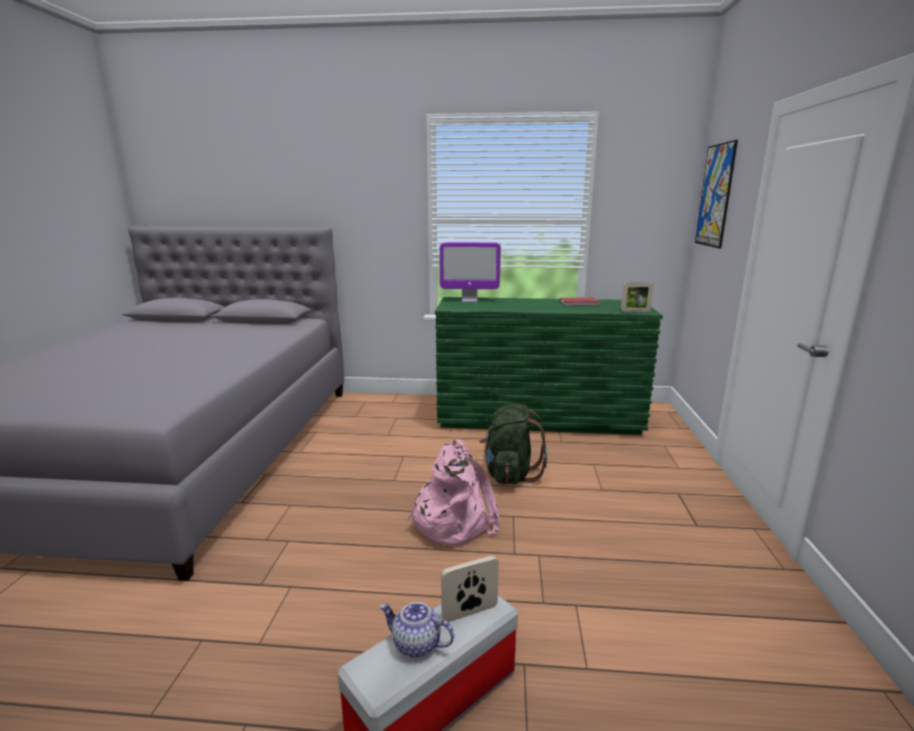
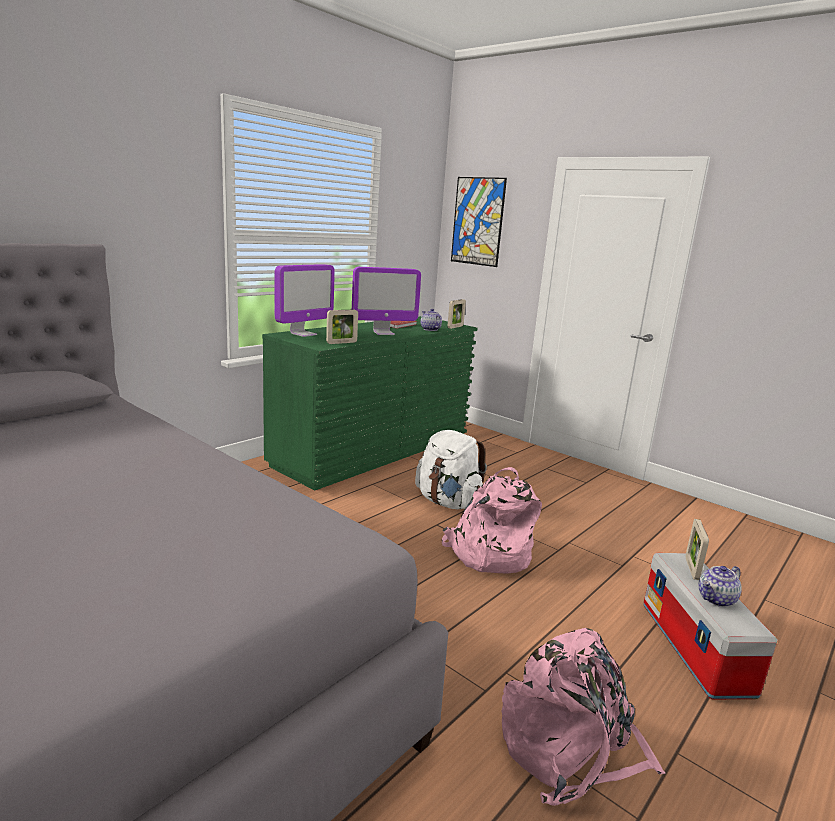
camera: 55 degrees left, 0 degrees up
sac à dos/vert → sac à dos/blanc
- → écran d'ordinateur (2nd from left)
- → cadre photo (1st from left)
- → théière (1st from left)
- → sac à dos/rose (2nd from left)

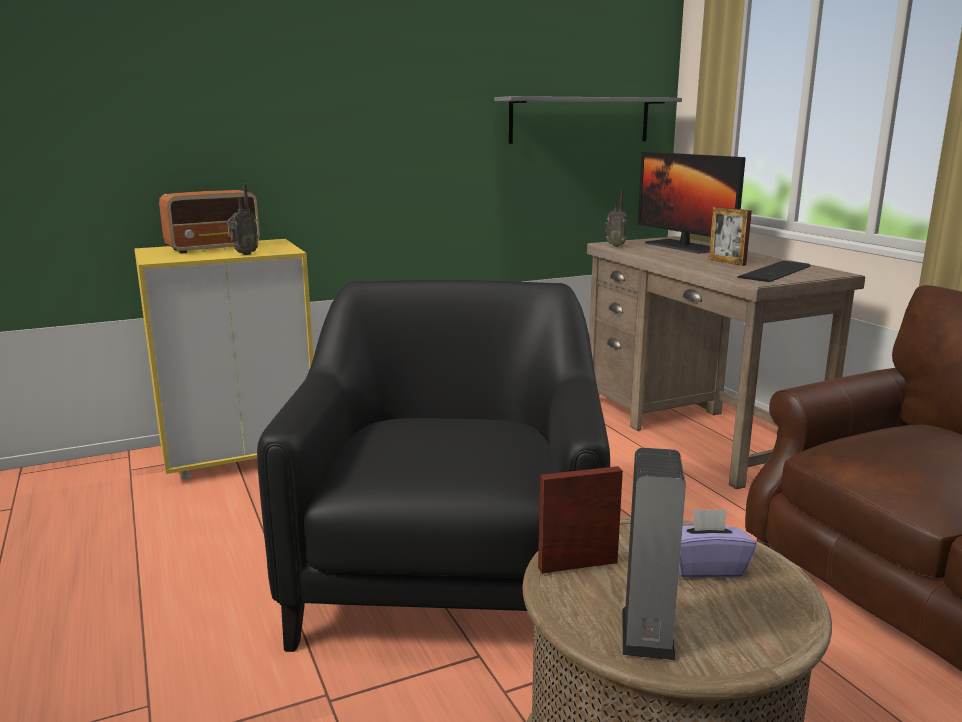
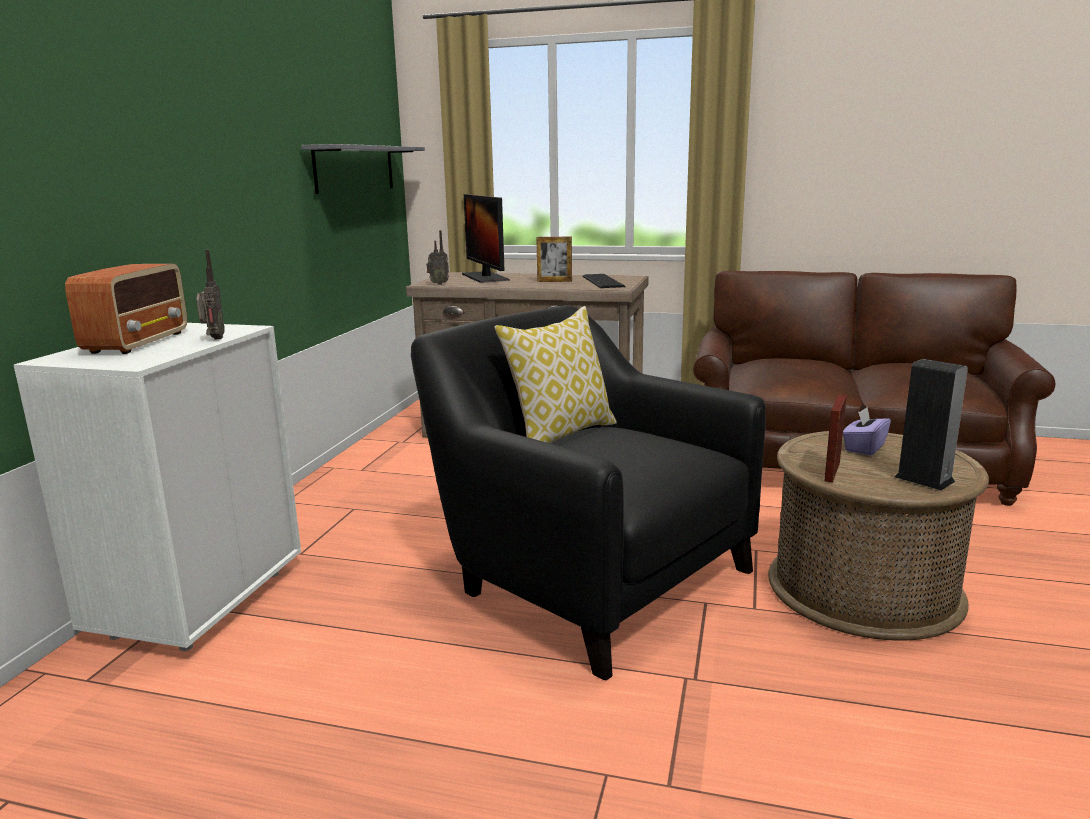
camera: 50 degrees left, 0 degrees up
écran d'ordinateur, 60 degrees clockwise
meuble de rangement/jaune → meuble de rangement/blanc
- → coussin

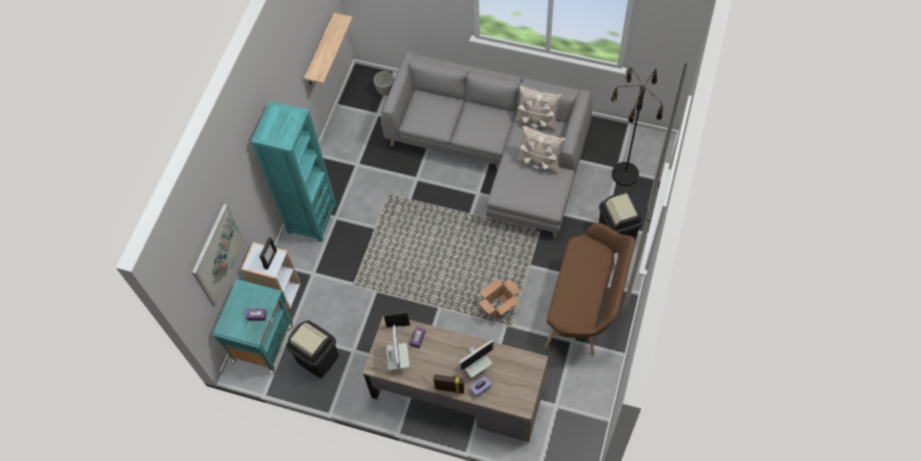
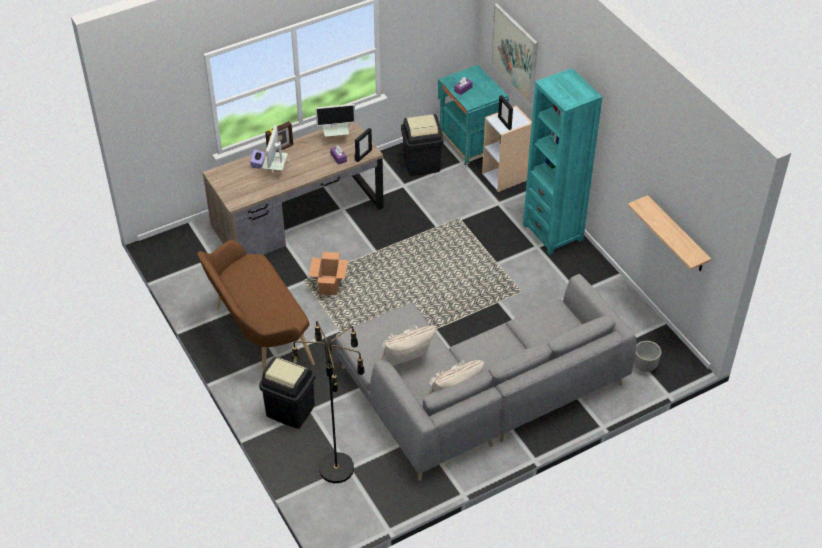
camera: 130 degrees right, 15 degrees down
écran d'ordinateur (1st from left in the first image) → écran d'ordinateur (2nd from left), 45 degrees counterclockwise

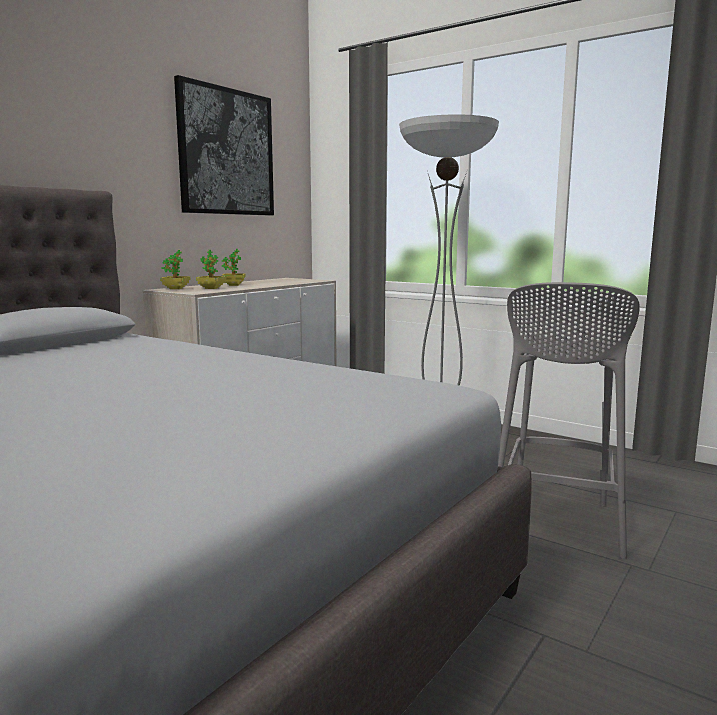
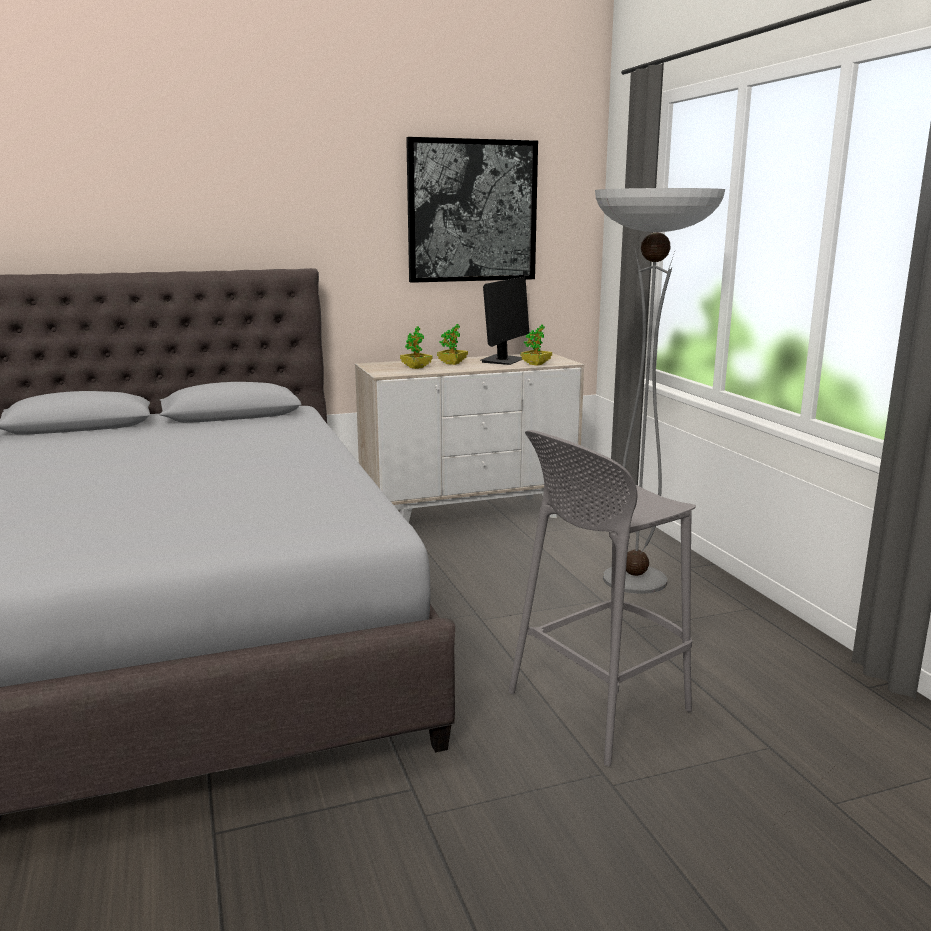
camera: 35 degrees right, 5 degrees up
plante en pot (1st from left in the first image) → plante en pot (3rd from left), moved
- → écran d'ordinateur

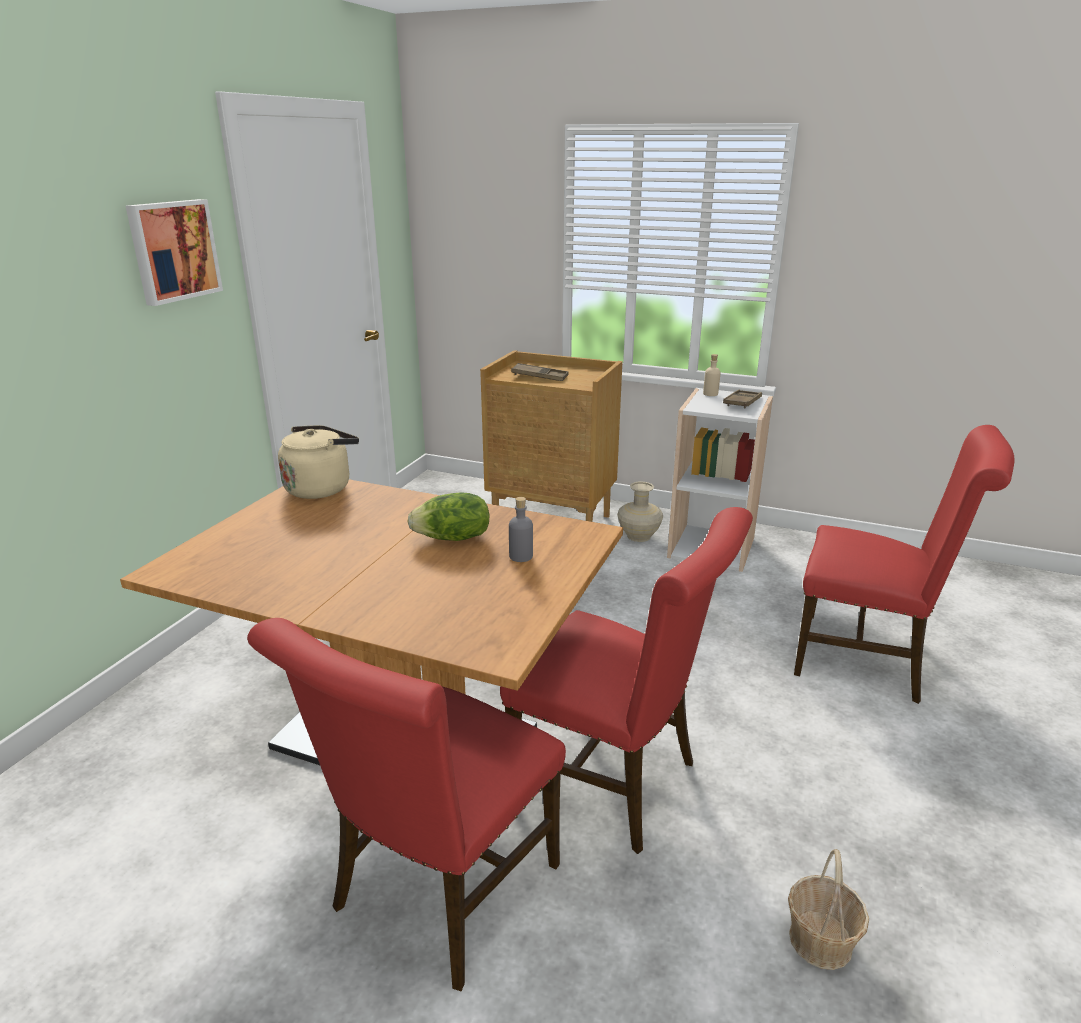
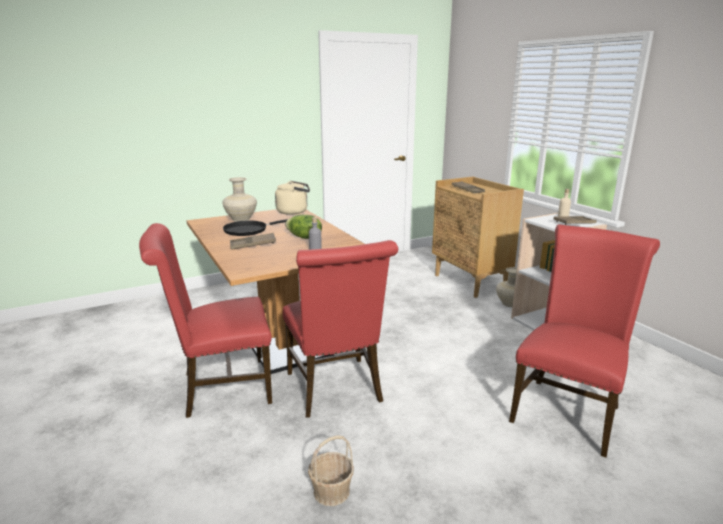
camera: 40 degrees right, 5 degrees down
tableau → -
chaise/rouge (3rd from left), 120 degrees counterclockwise
- → vase/beige (1st from left)
- → poêle/noir
- → plateau/marron (1st from left)

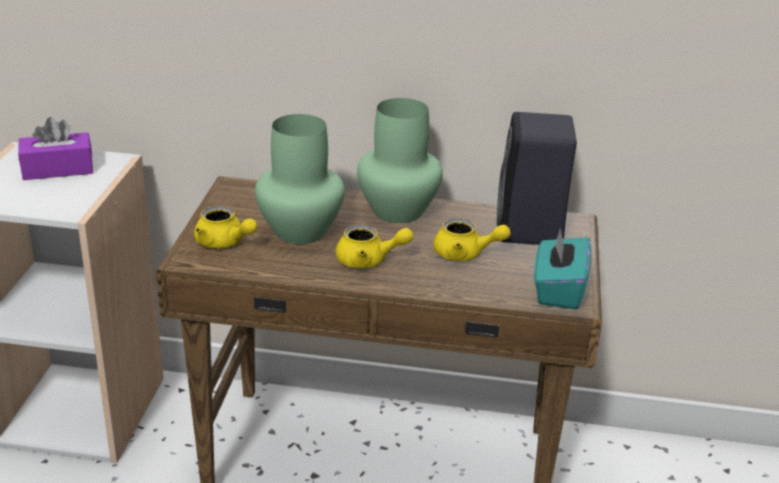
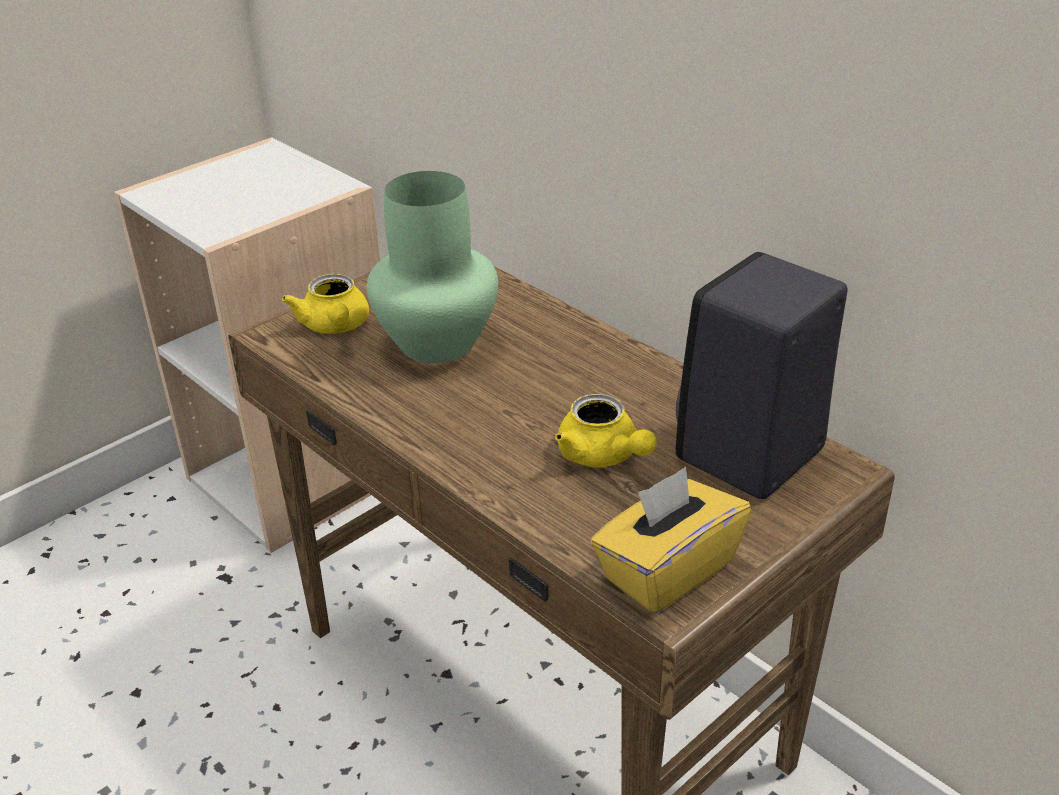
camera: 40 degrees right, 5 degrees up
vase/vert (2nd from left) → -
boîte à mouchoirs/violet → -
théière/jaune (2nd from left) → -
boîte à mouchoirs/turquoise → boîte à mouchoirs/jaune

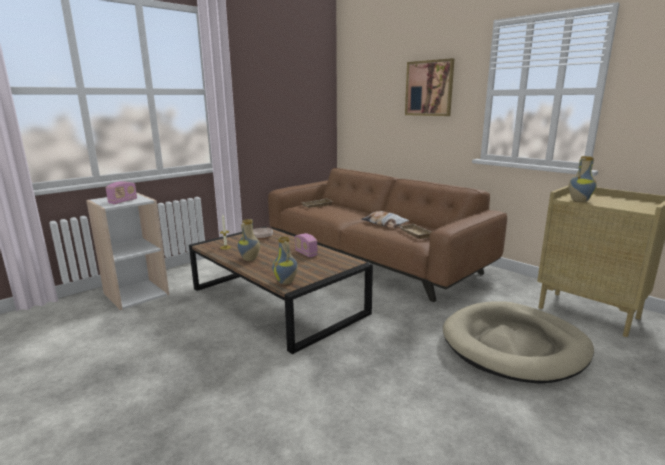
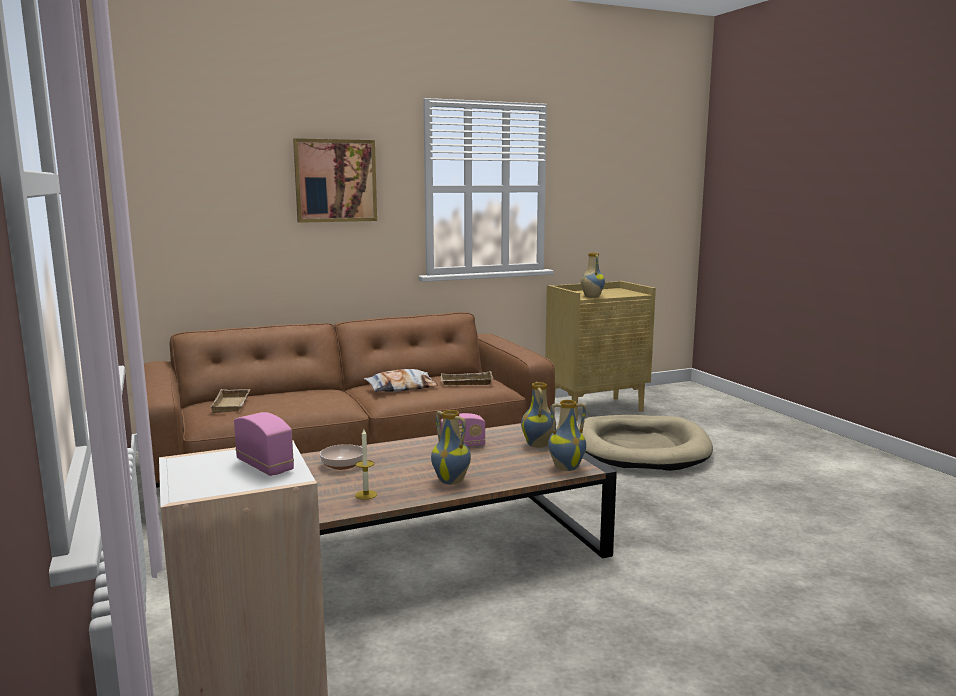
camera: 70 degrees left, 5 degrees down
- → vase (2nd from left)

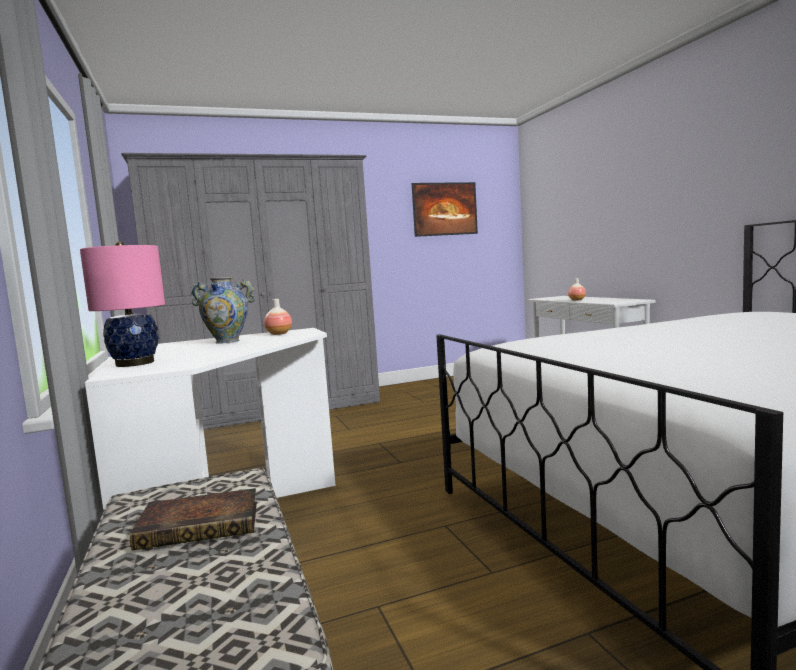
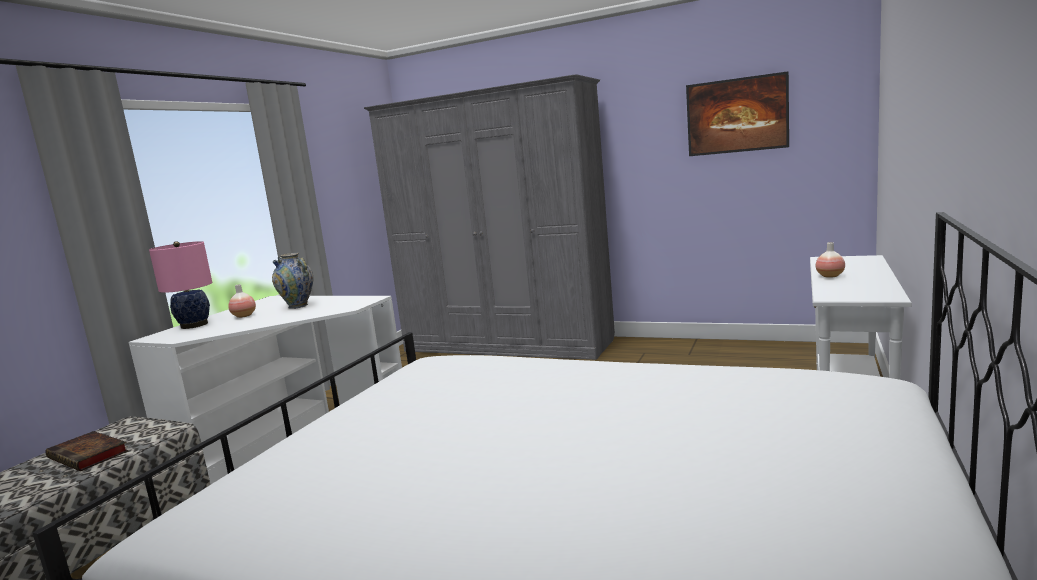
camera: 45 degrees right, 5 degrees up
vase (2nd from left in the first image) → vase (1st from left), moved

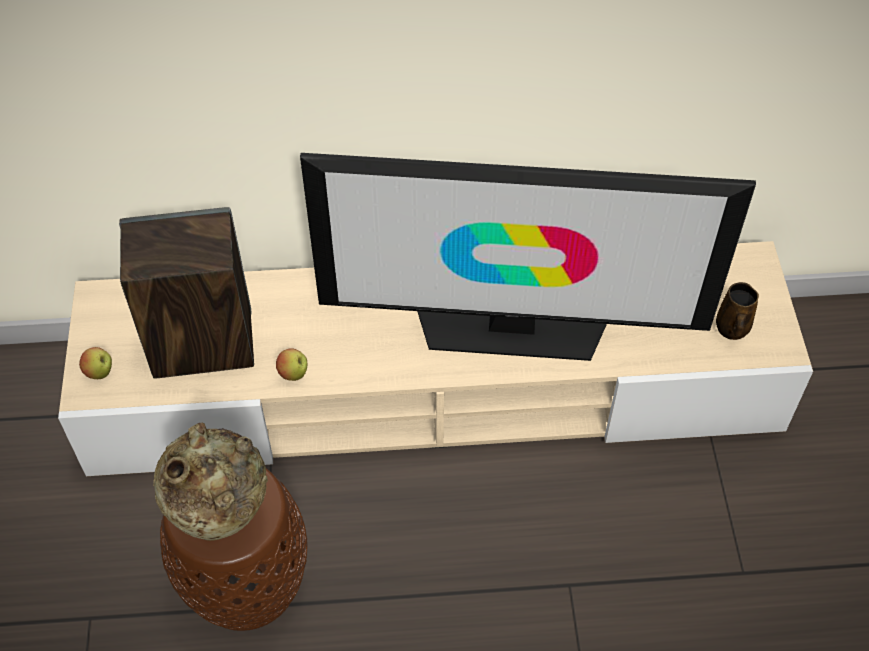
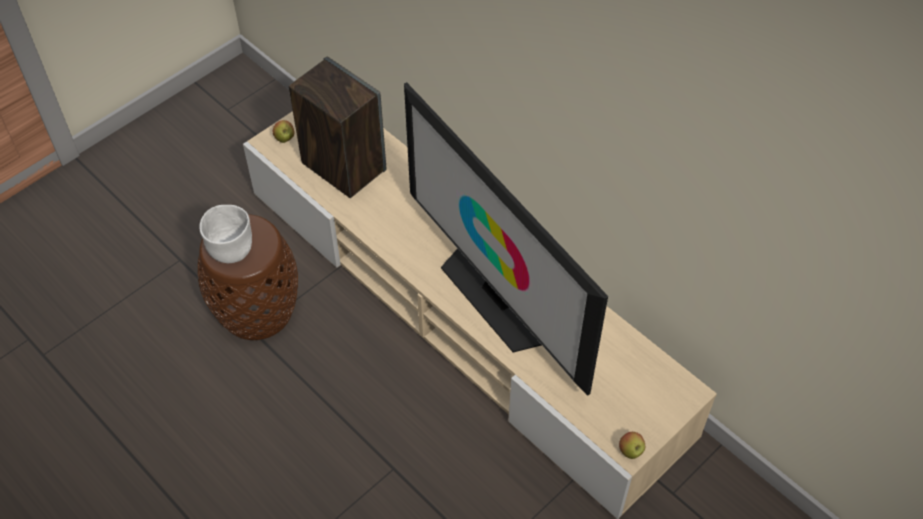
camera: 50 degrees right, 0 degrees up
mug/marron → -
pomme (2nd from left), moved
vase/beige → bol/blanc

